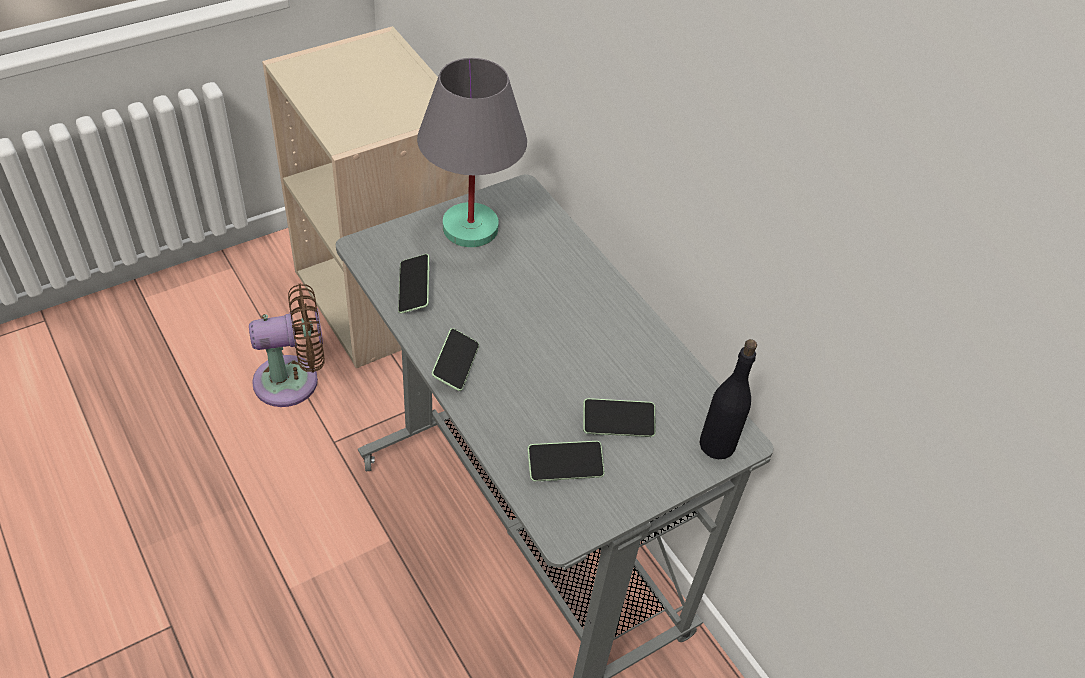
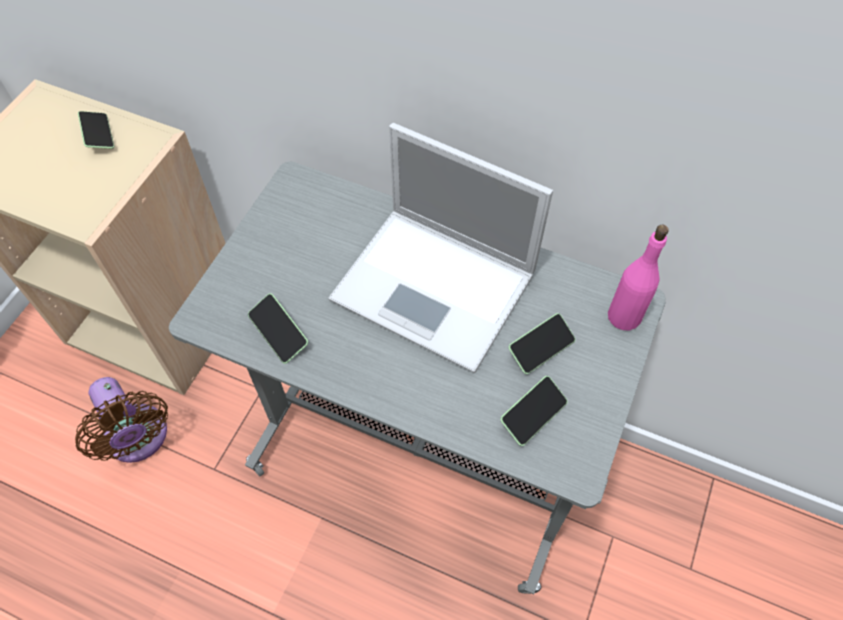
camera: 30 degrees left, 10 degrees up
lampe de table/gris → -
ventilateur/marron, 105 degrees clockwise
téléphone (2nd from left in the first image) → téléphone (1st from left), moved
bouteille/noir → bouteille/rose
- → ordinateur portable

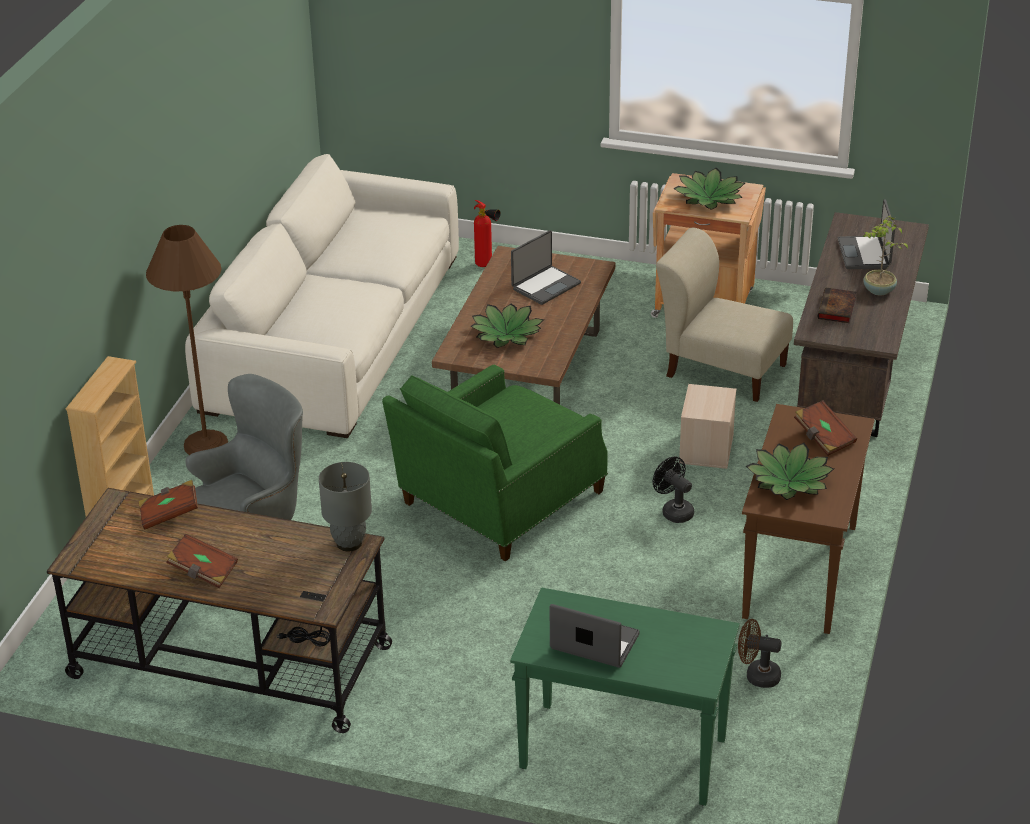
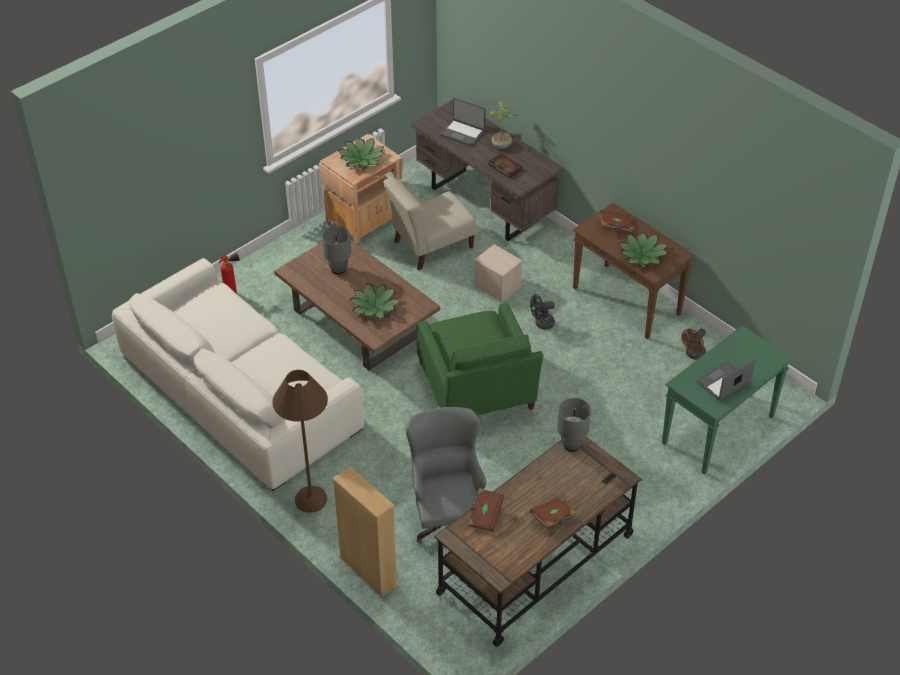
camera: 60 degrees left, 10 degrees up
ordinateur portable (1st from left) → lampe de table/gris (1st from left)

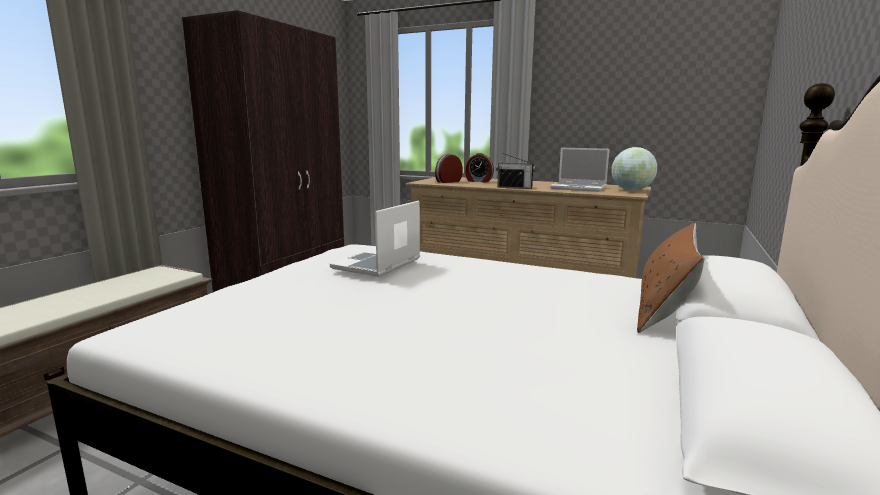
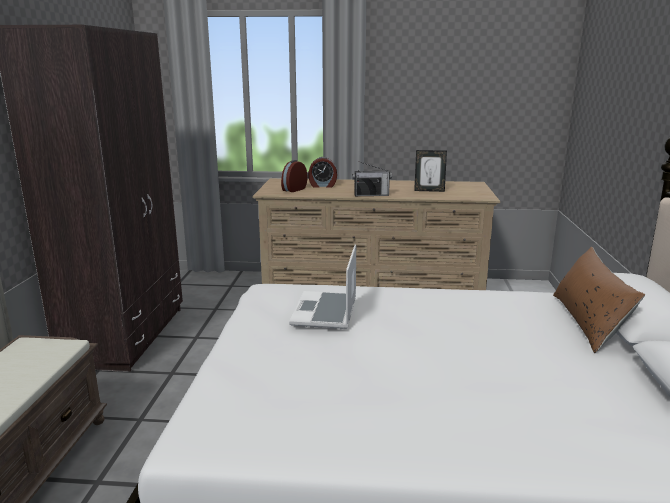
camera: 20 degrees left, 5 degrees up
globe → -
ordinateur portable (2nd from left) → cadre photo

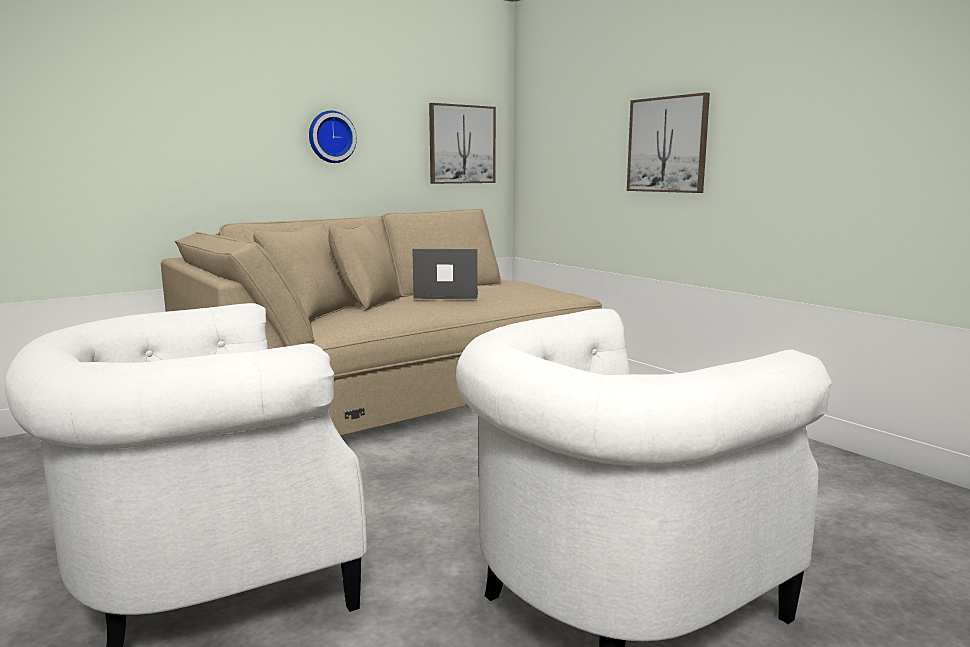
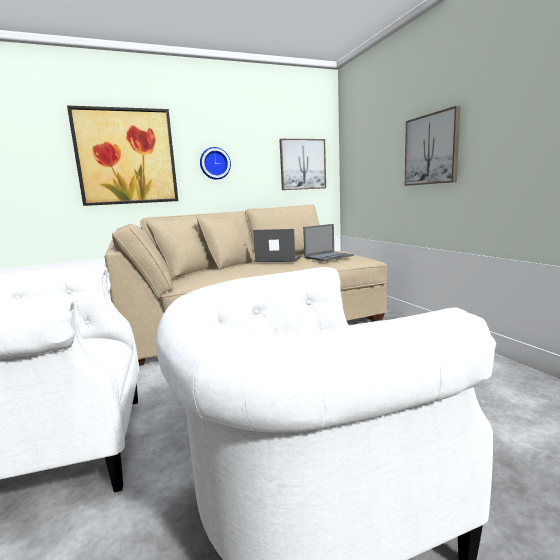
camera: 15 degrees right, 0 degrees up
- → tableau (1st from left)
- → ordinateur portable (2nd from left)

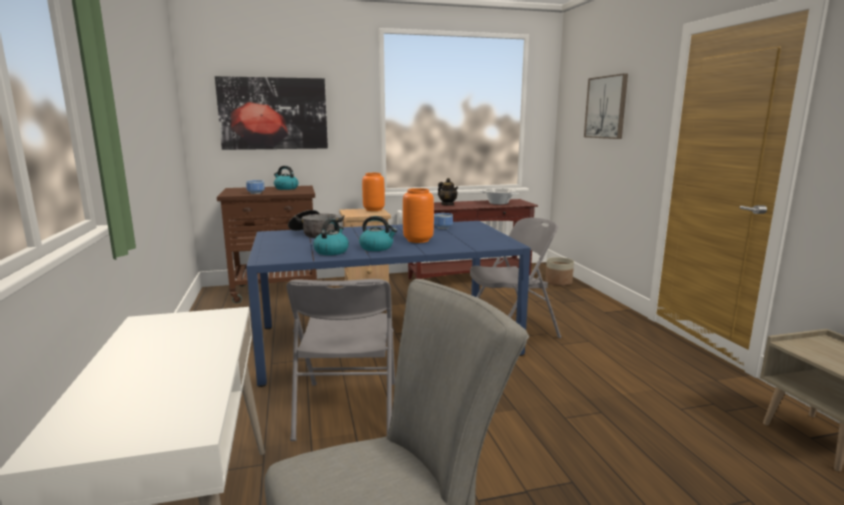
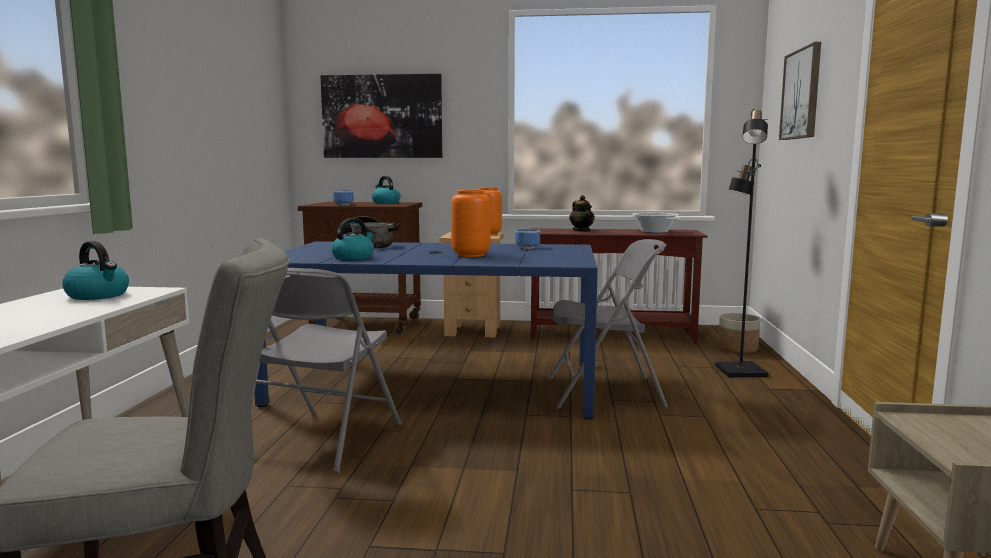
camera: 20 degrees right, 5 degrees down
bouilloire (3rd from left in the first image) → bouilloire (1st from left), moved
- → lampadaire/noir

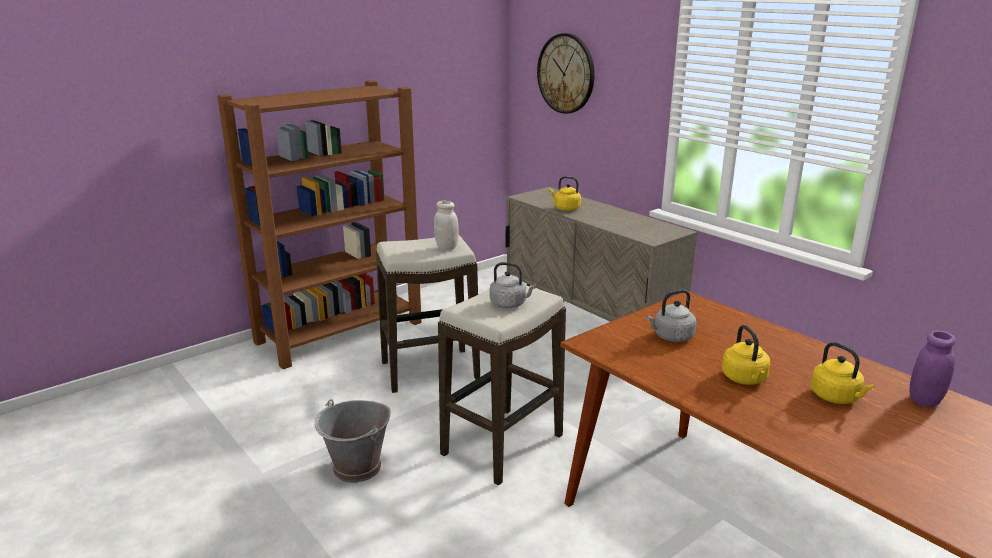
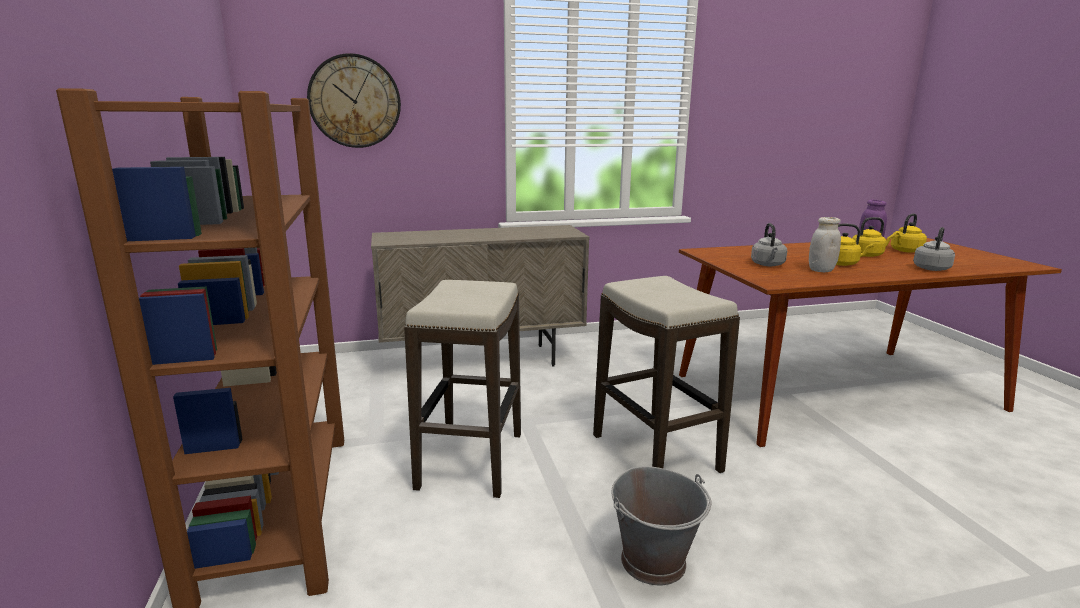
camera: 65 degrees left, 5 degrees down
bouilloire/jaune (1st from left in the first image) → bouilloire/jaune (3rd from left), moved
bocal/blanc, moved
bouilloire/gris (1st from left in the first image) → bouilloire/gris (2nd from left), moved

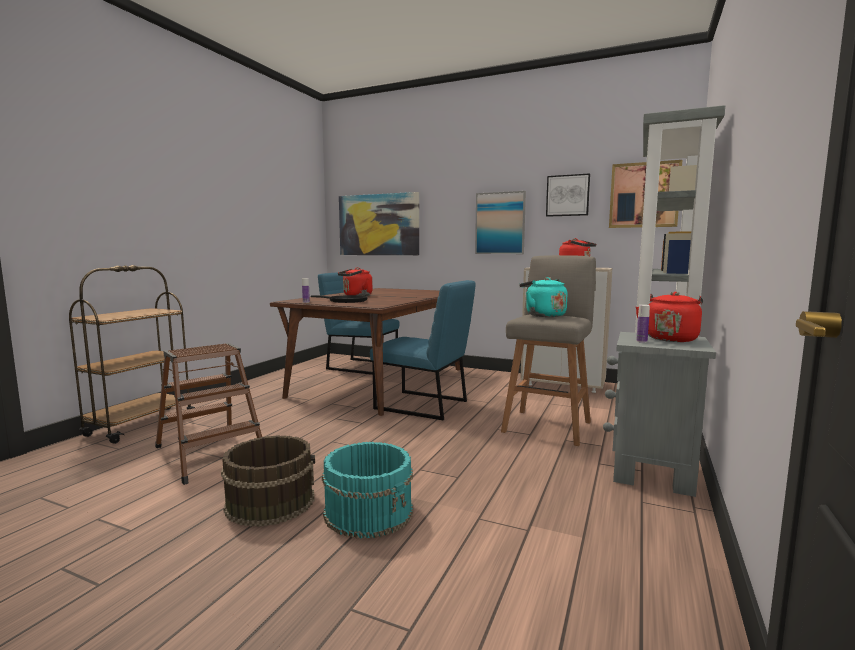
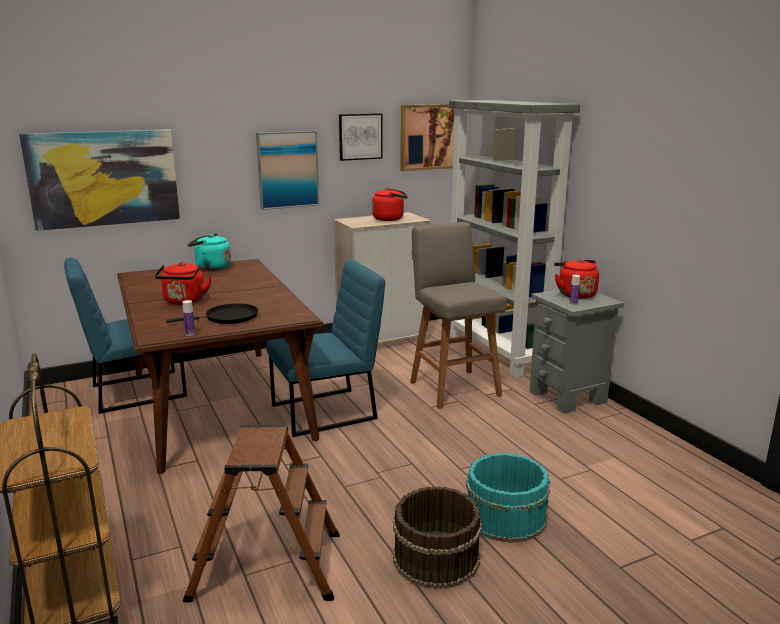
camera: 50 degrees left, 10 degrees up
bouilloire/turquoise, moved

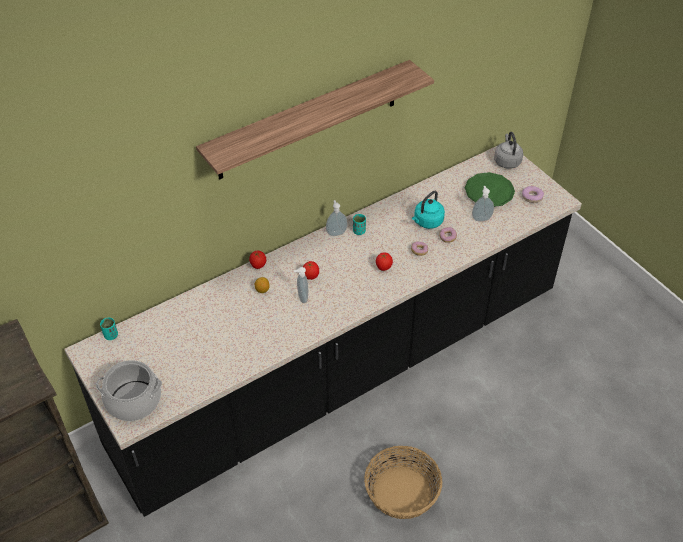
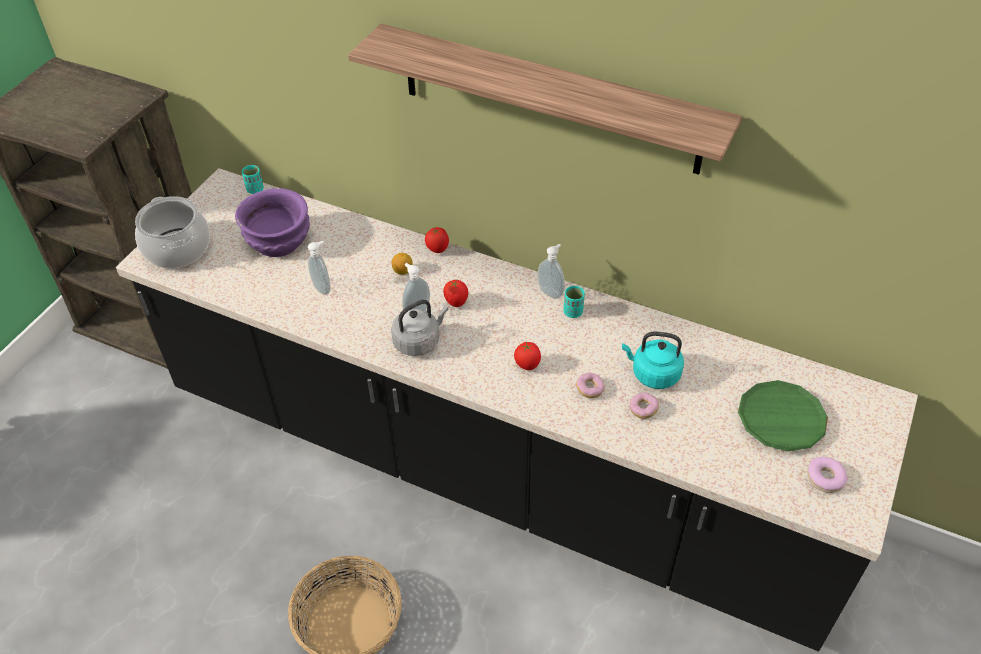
camera: 60 degrees right, 0 degrees up
bouilloire/gris, moved
distributeur de savon (3rd from left in the first image) → distributeur de savon (1st from left), moved
- → bol/violet

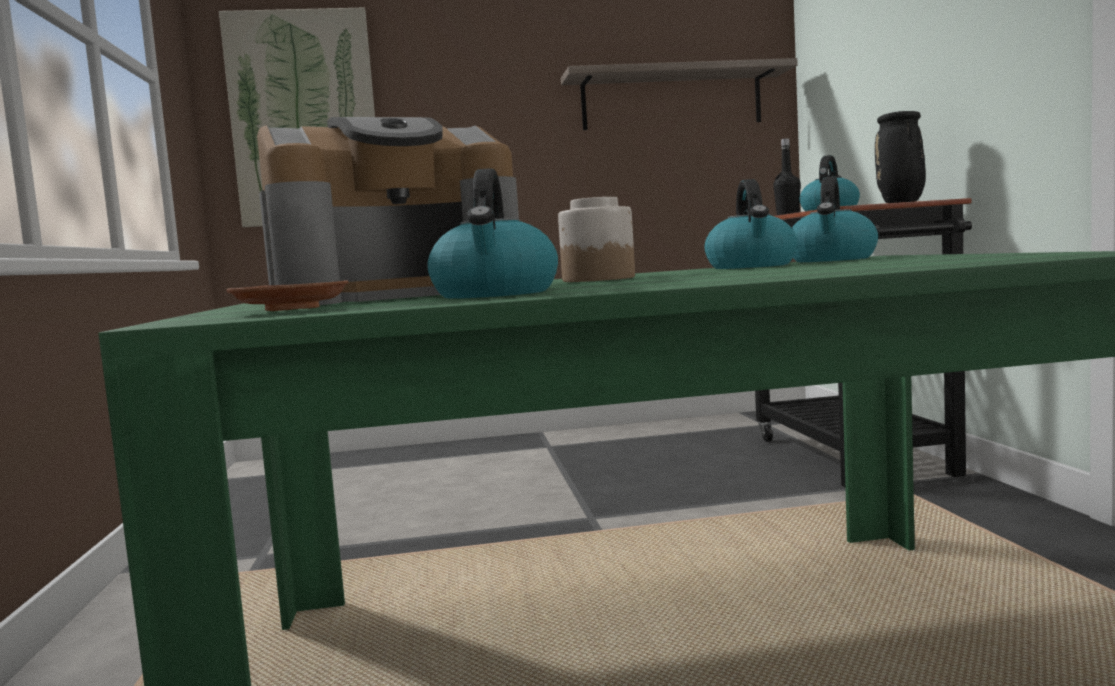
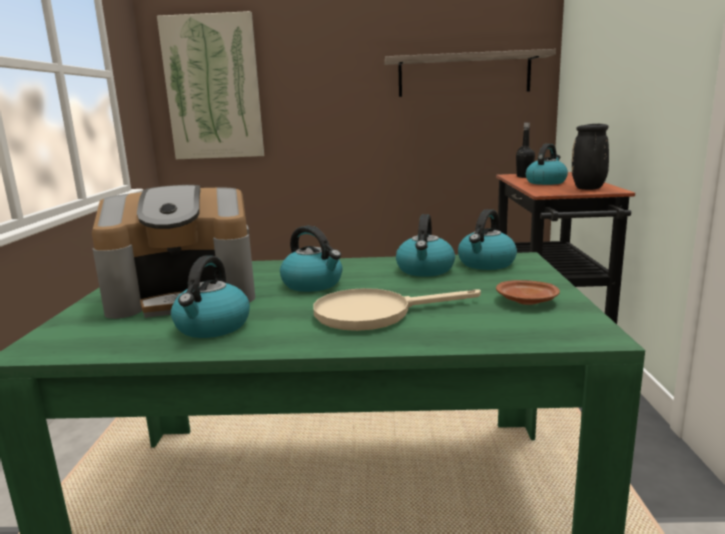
camera: 10 degrees right, 10 degrees up
bocal → bouilloire (2nd from left)
assiette/marron, moved
- → poêle/beige

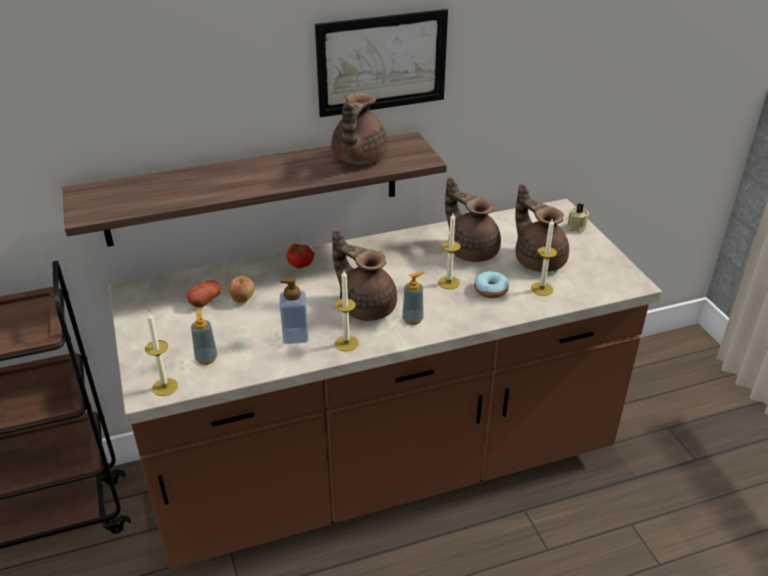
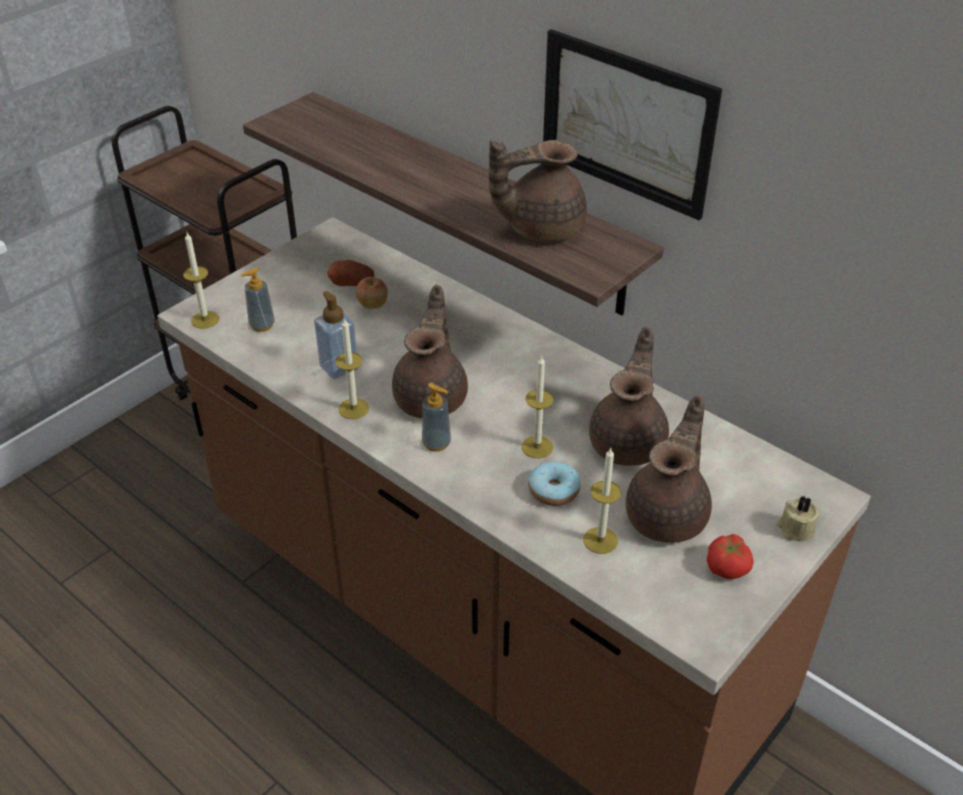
camera: 60 degrees right, 5 degrees up
tomate, moved

